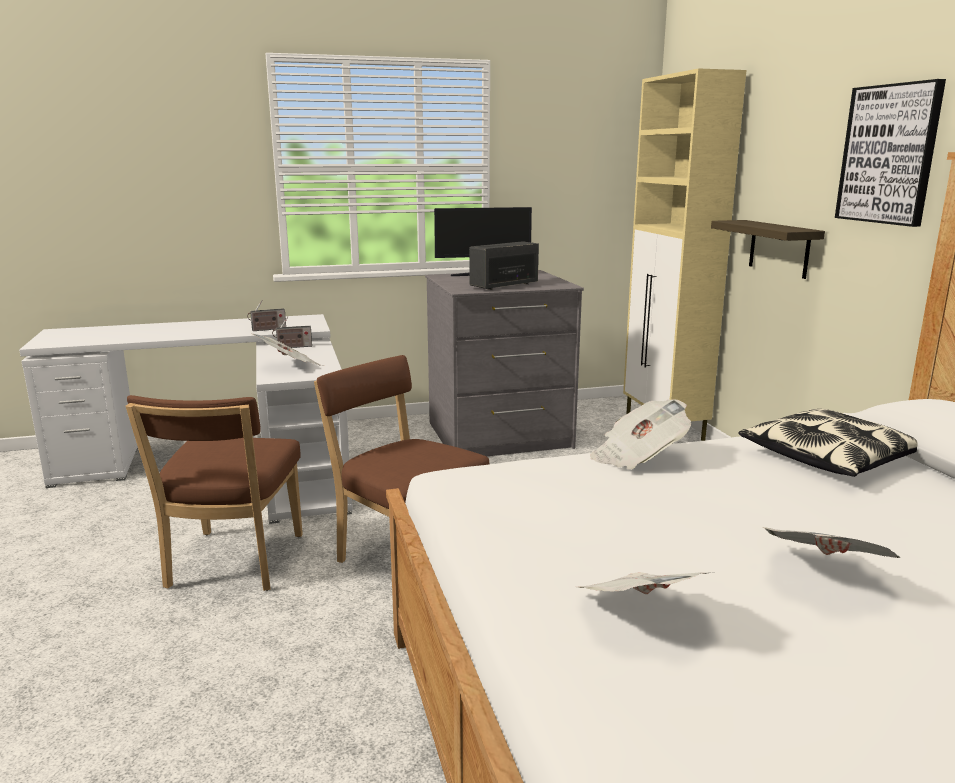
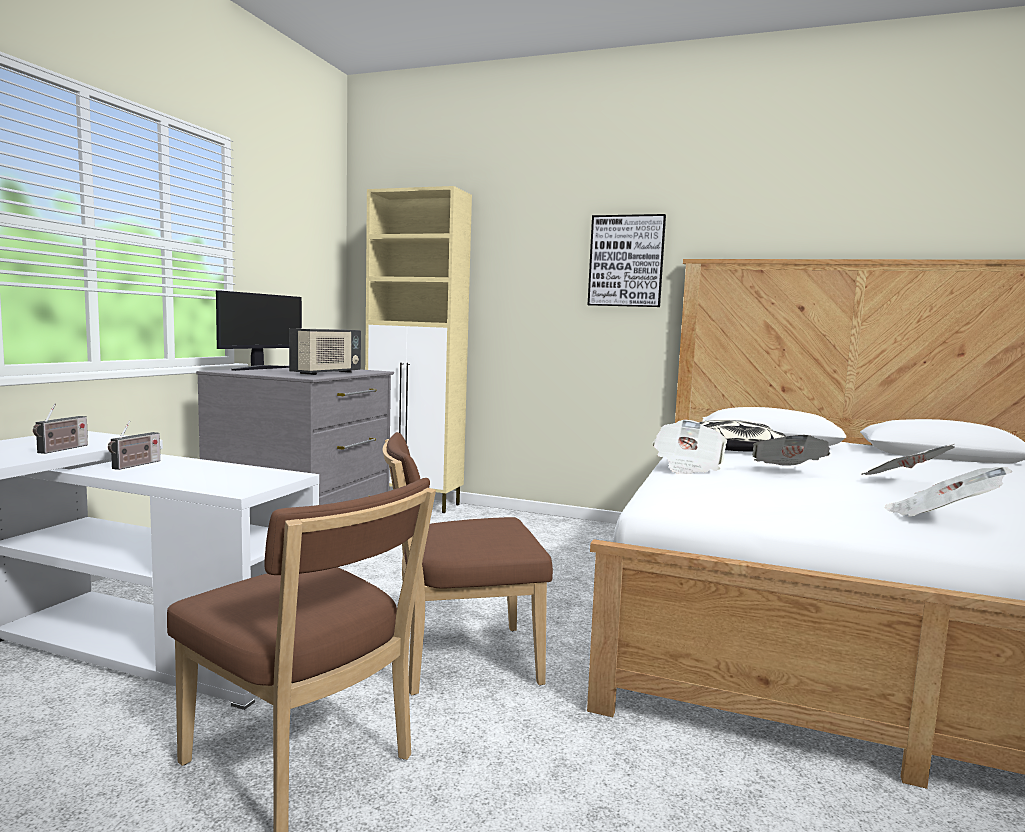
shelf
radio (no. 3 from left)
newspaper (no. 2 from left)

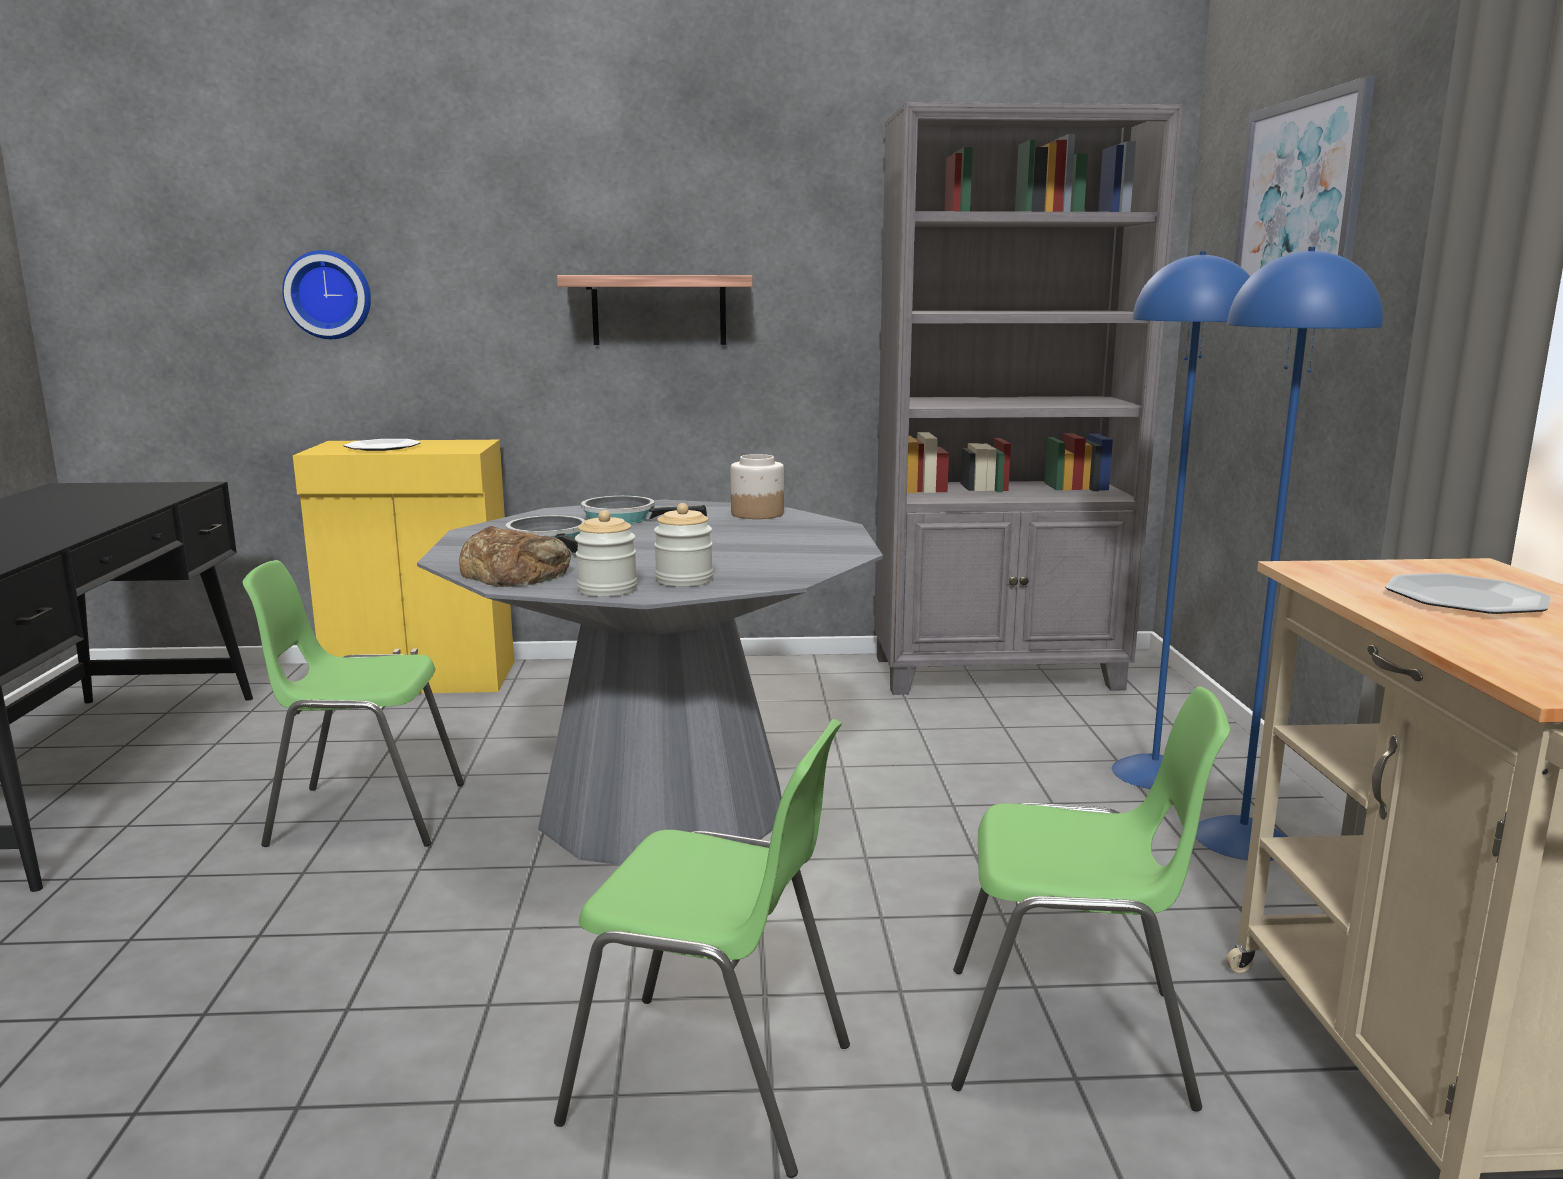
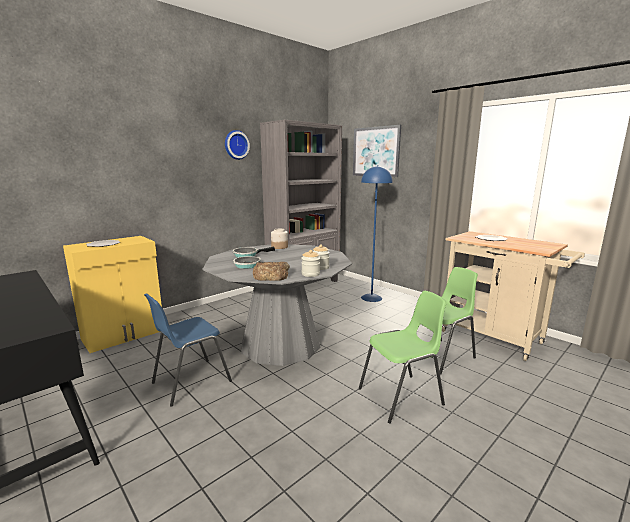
blue floor lamp (no. 2 from left in the first image)
wall clock
shelf
blue chair

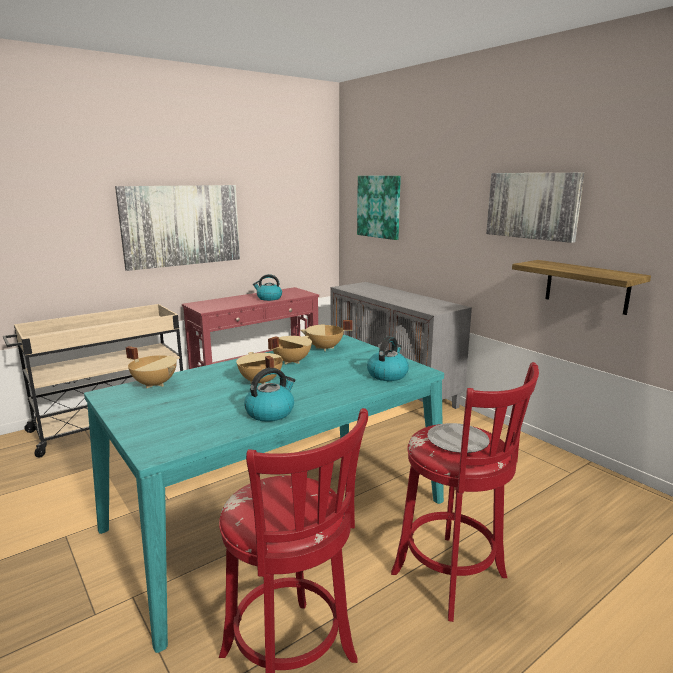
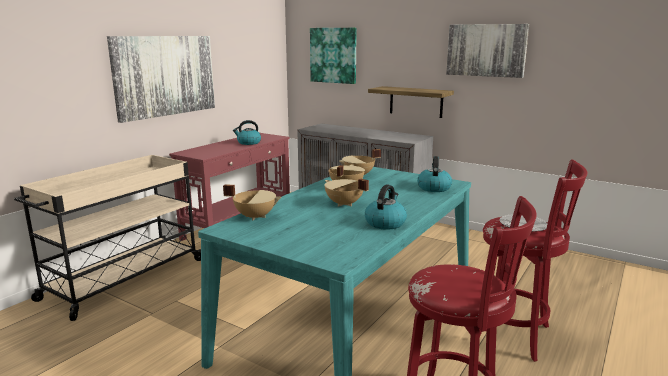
shelf

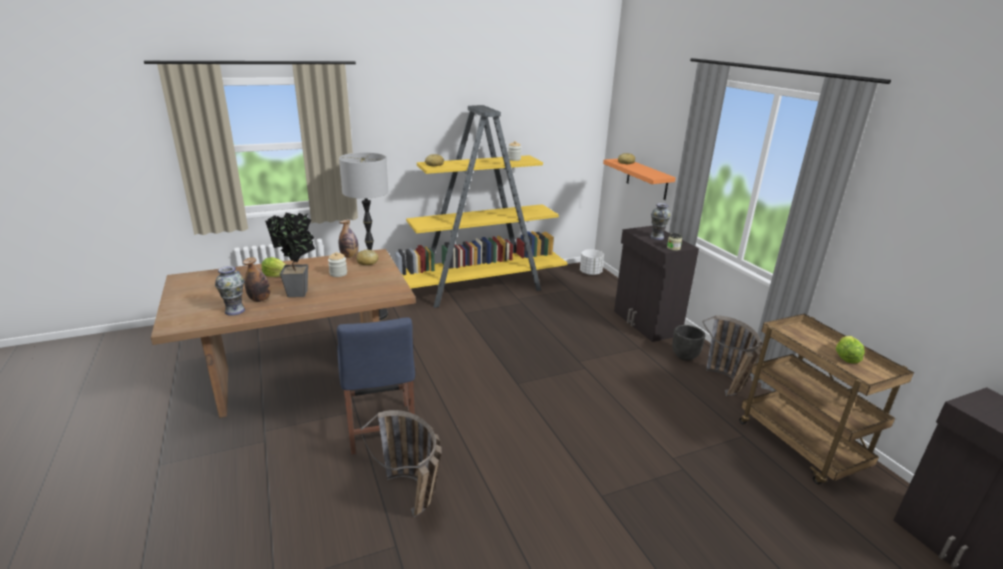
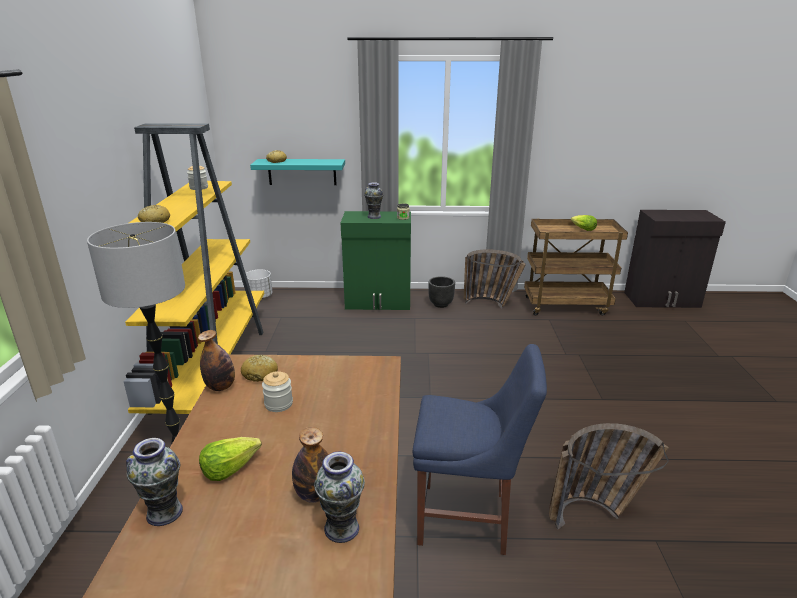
turquoise shelf
potted plant
green cabinet
vase (no. 1 from left)

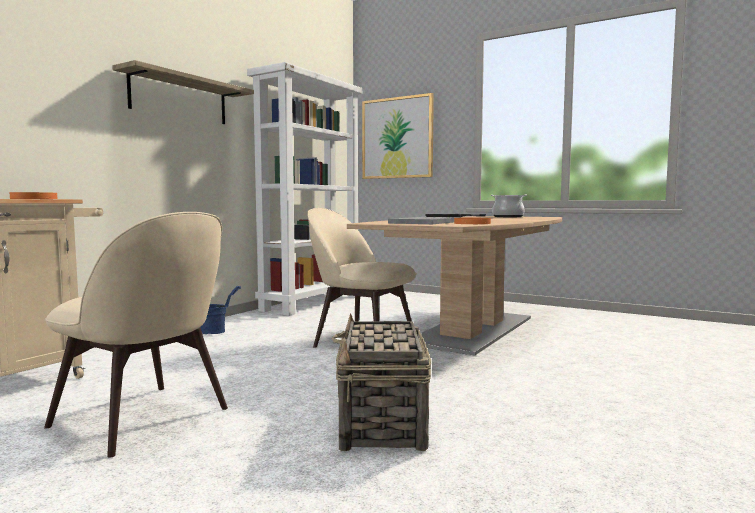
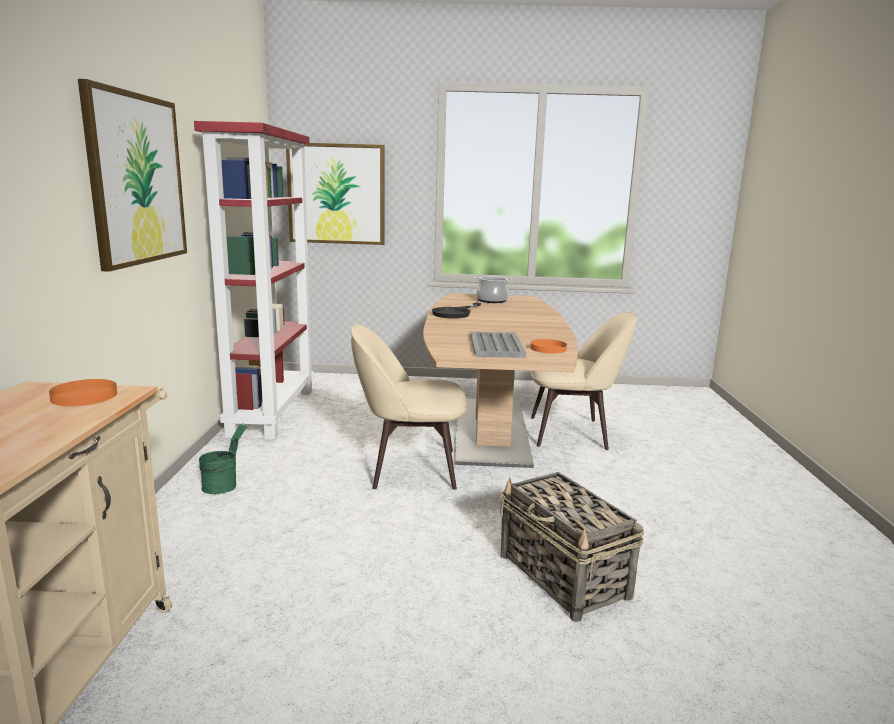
picture (no. 1 from left)
red bookcase
beige chair (no. 2 from left)
green bucket

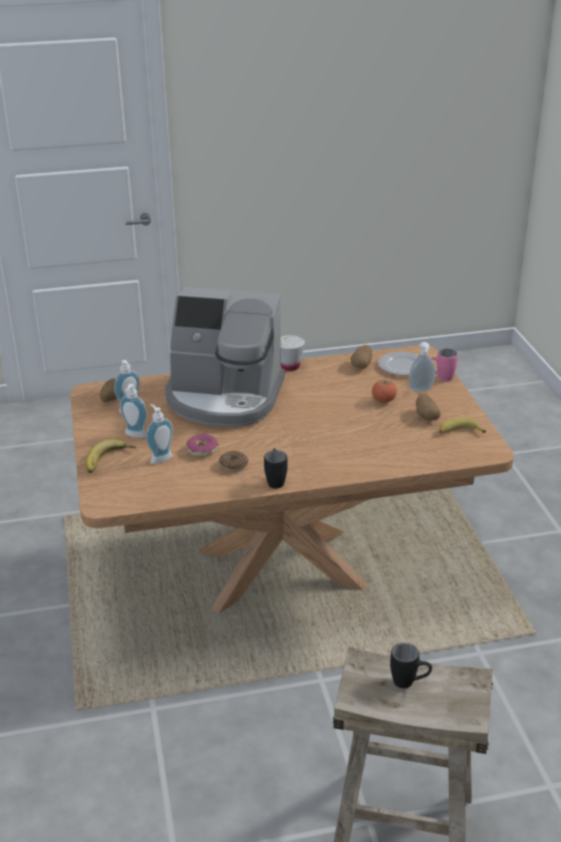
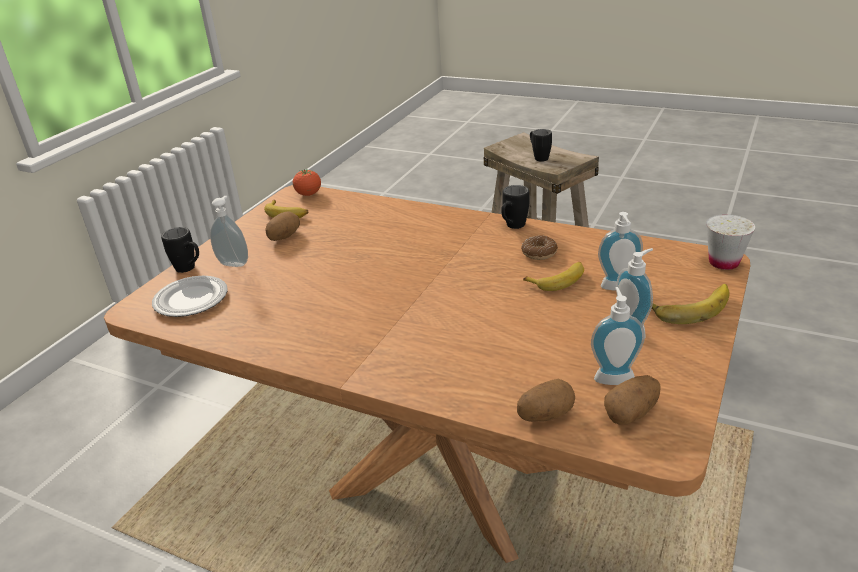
coffee machine
white cup
potato (no. 2 from left)
black mug (no. 1 from left)
tomato
banana (no. 2 from left)

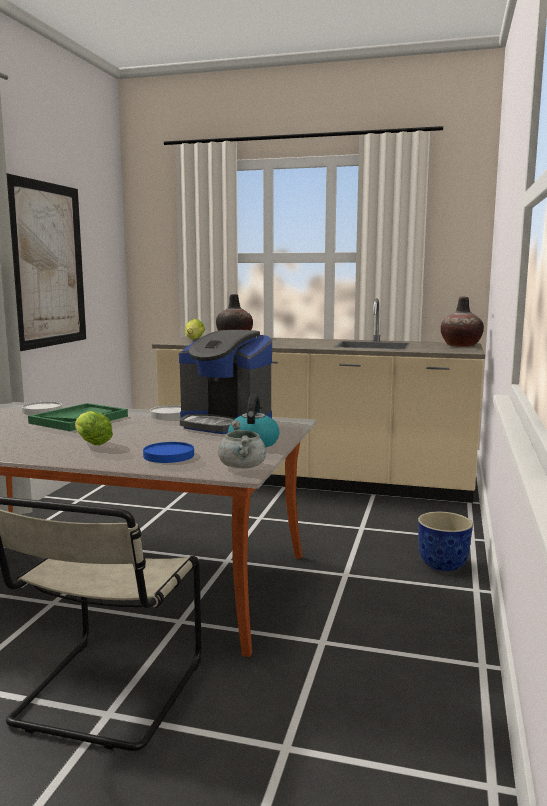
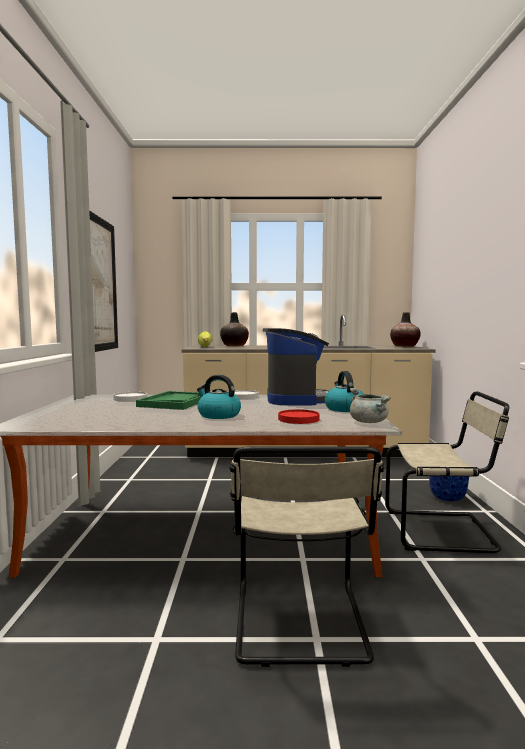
coffee machine
kettle (no. 1 from left)
red plate
beige chair (no. 2 from left)

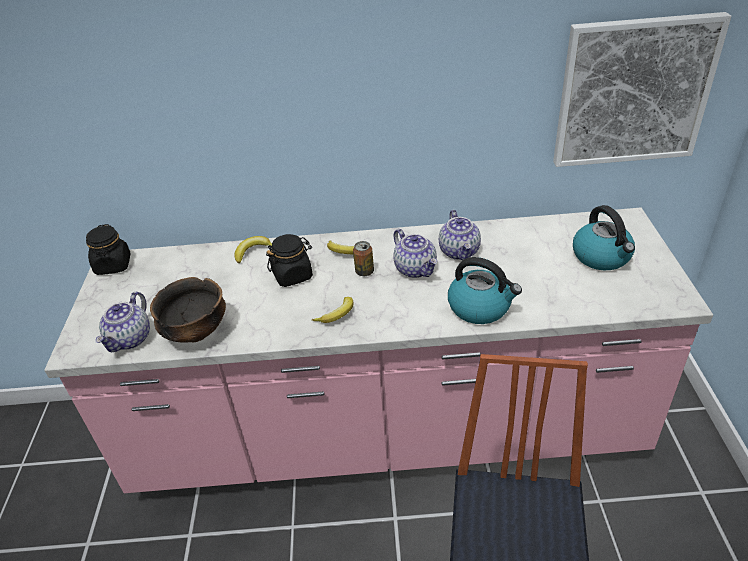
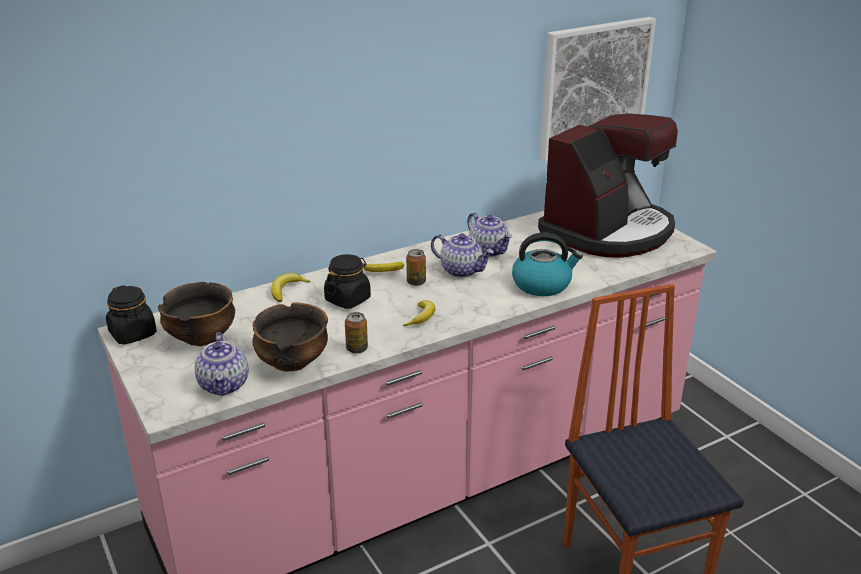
coffee machine
bowl (no. 1 from left)
can (no. 1 from left)

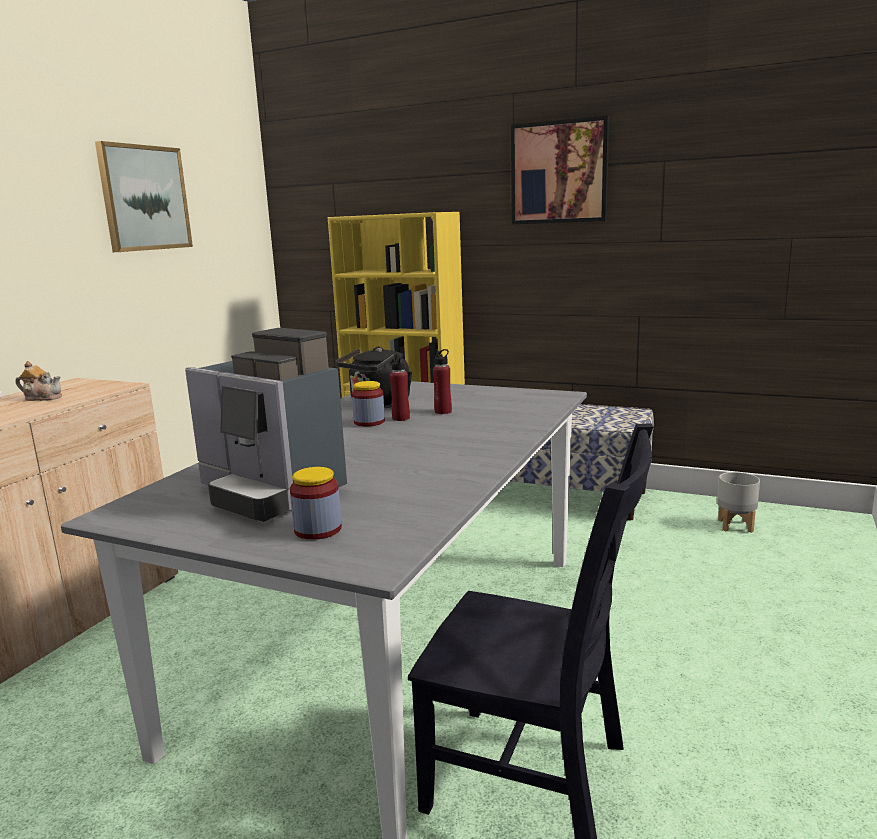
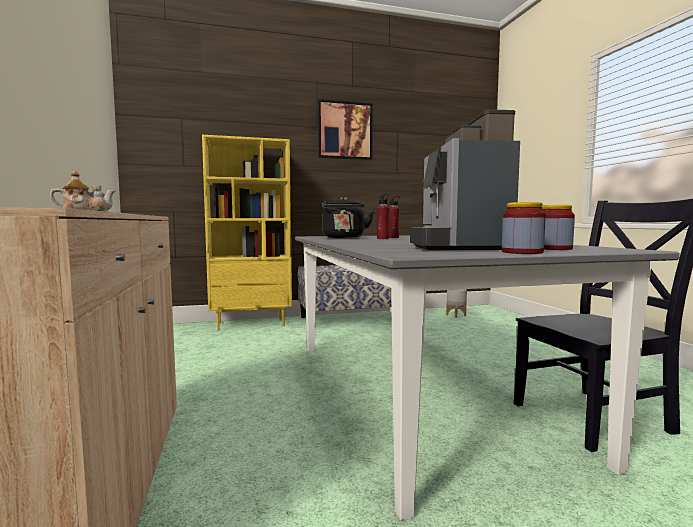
picture (no. 1 from left in the first image)
coffee machine
jar (no. 1 from left)

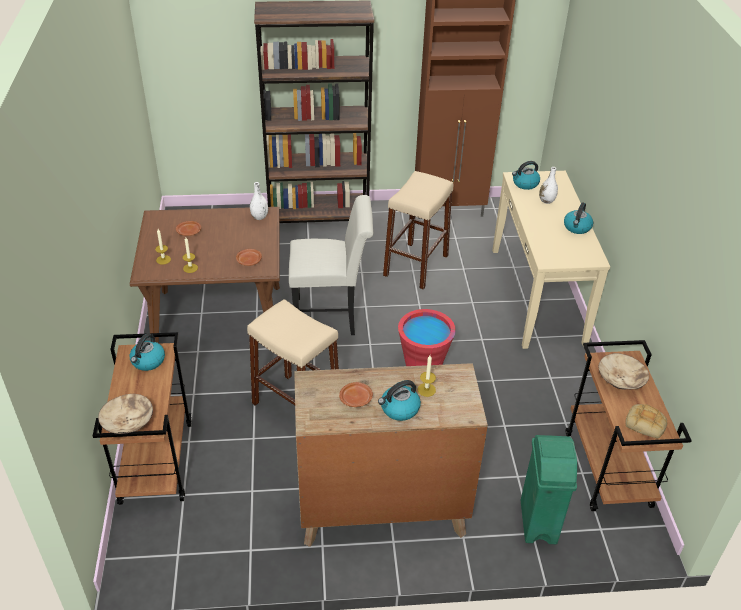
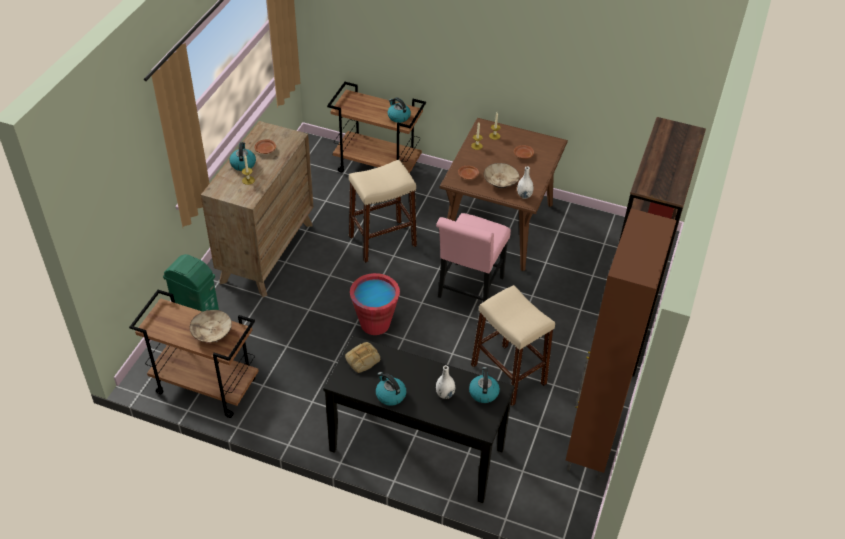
black console table
pink chair
beige bowl (no. 2 from left)
bread

